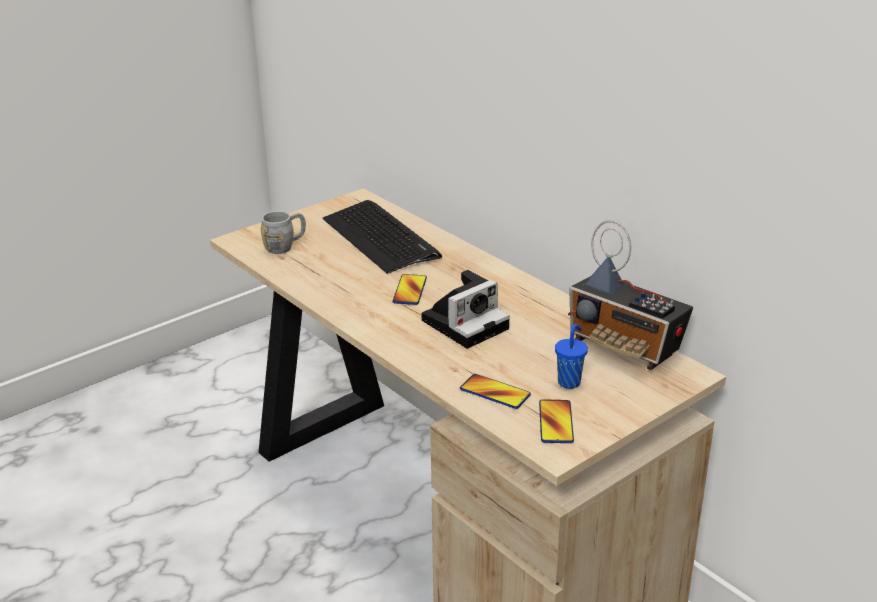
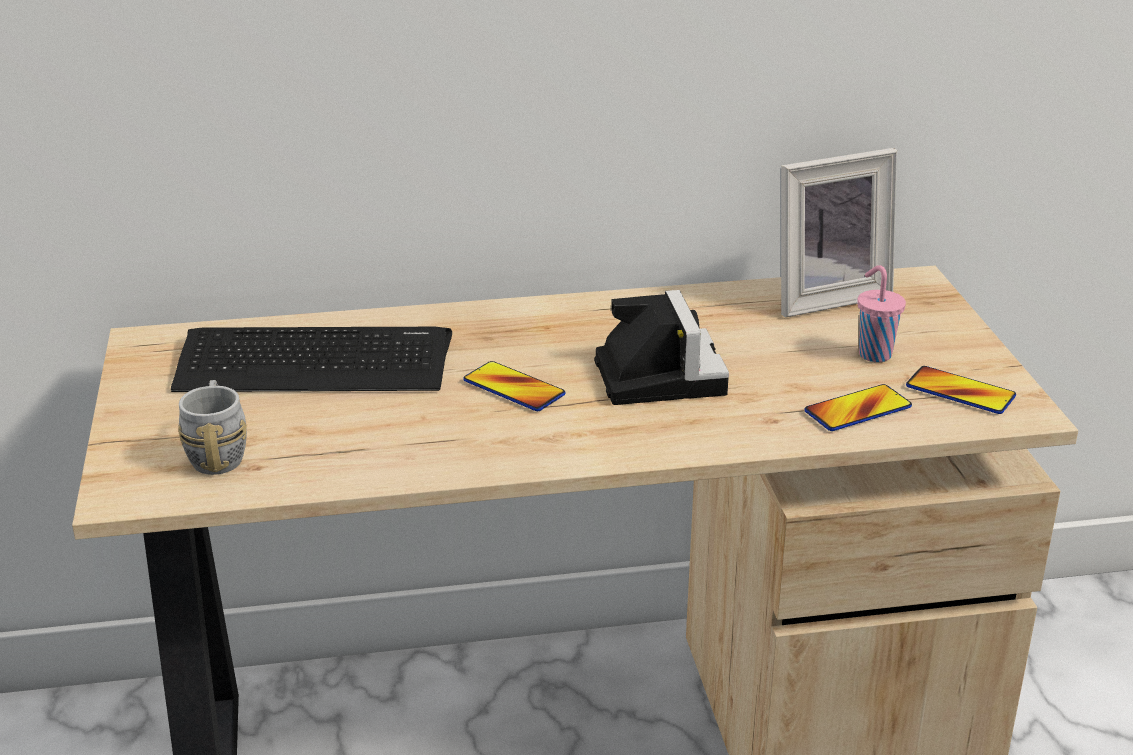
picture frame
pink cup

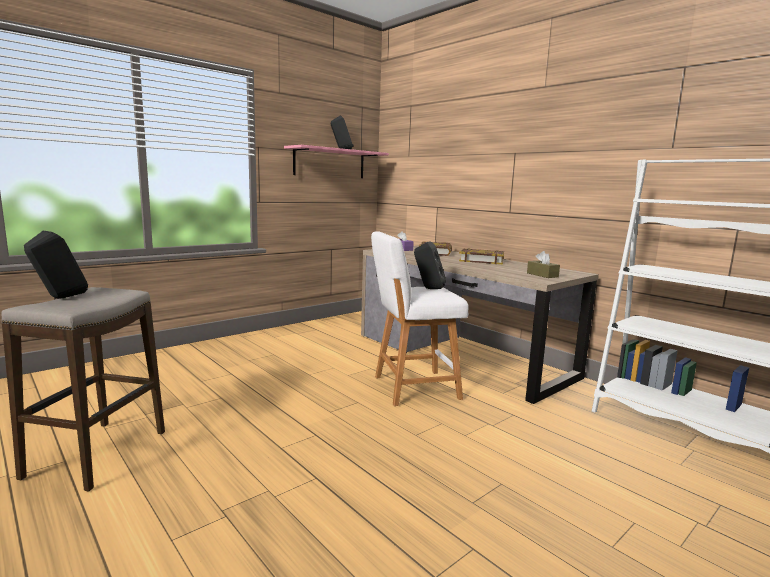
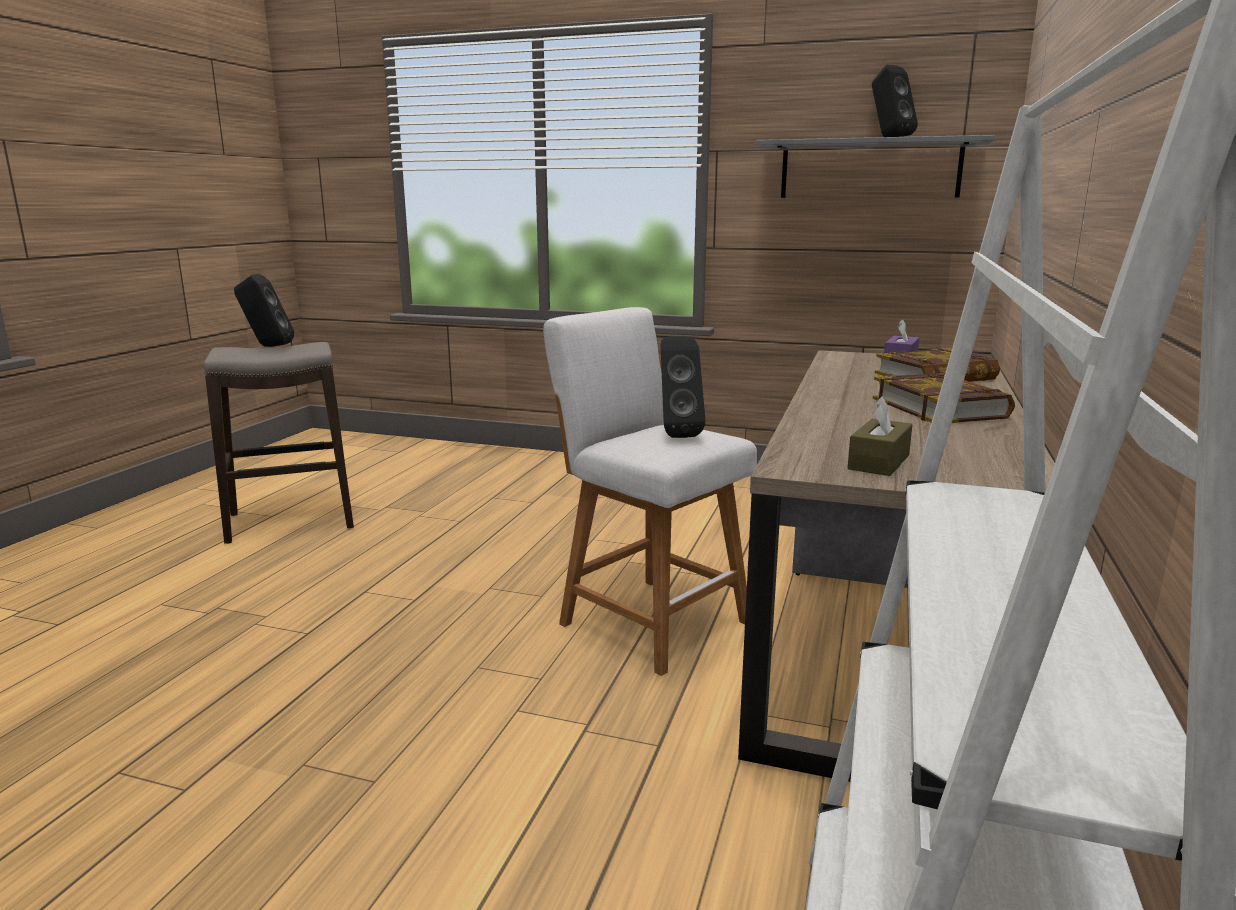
grey shelf

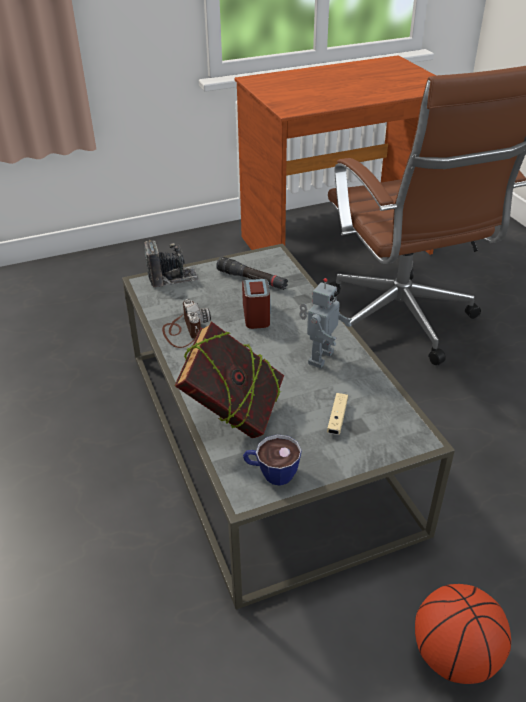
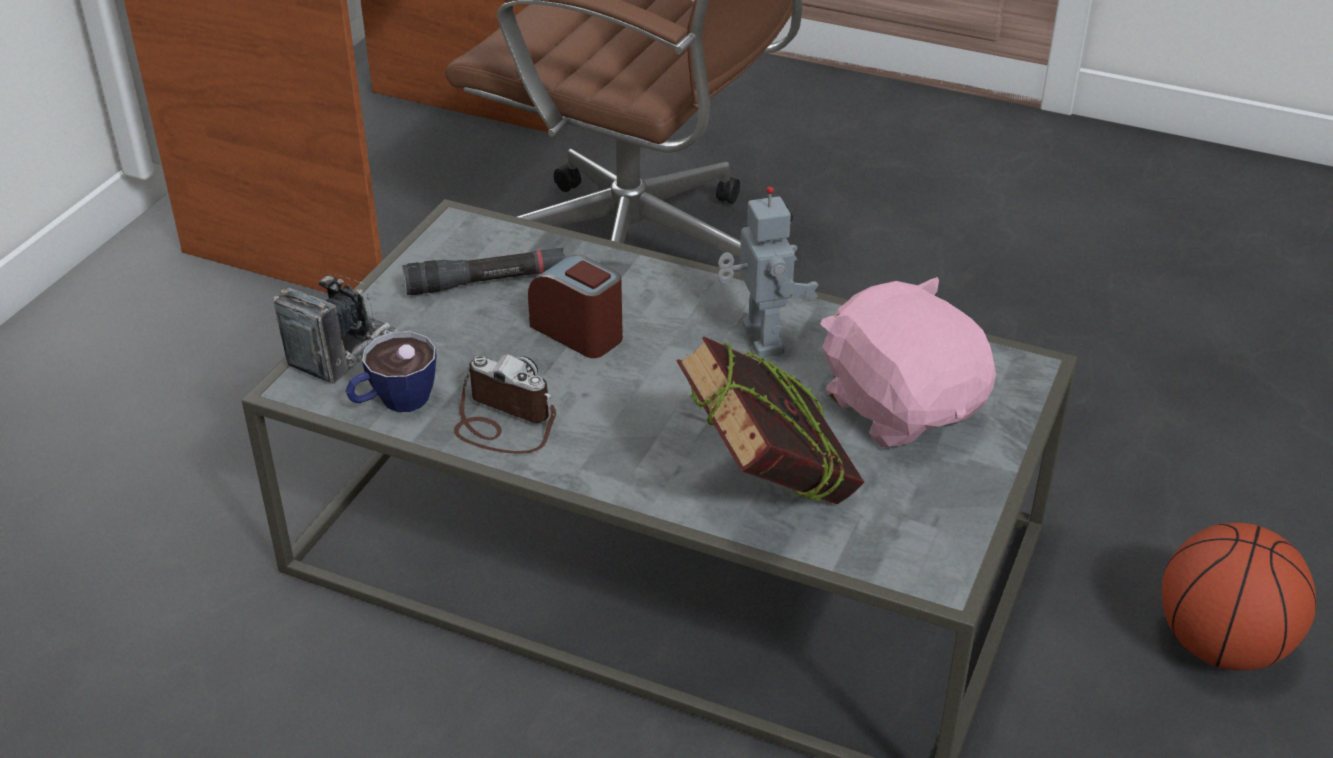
pink plush toy
cup

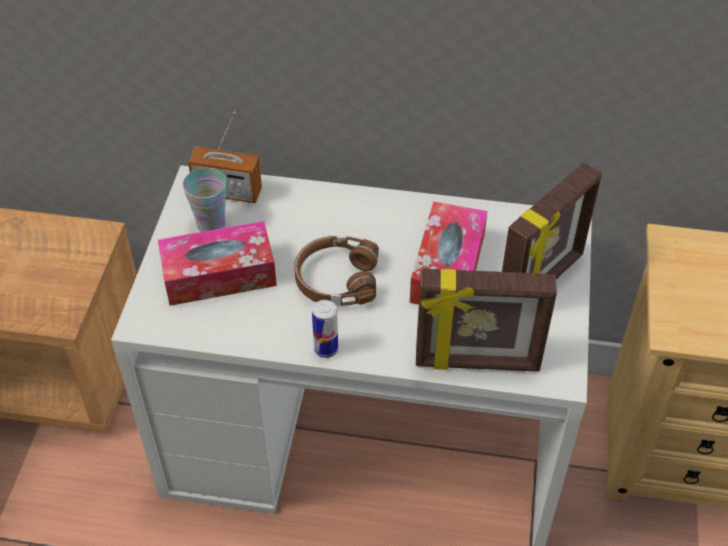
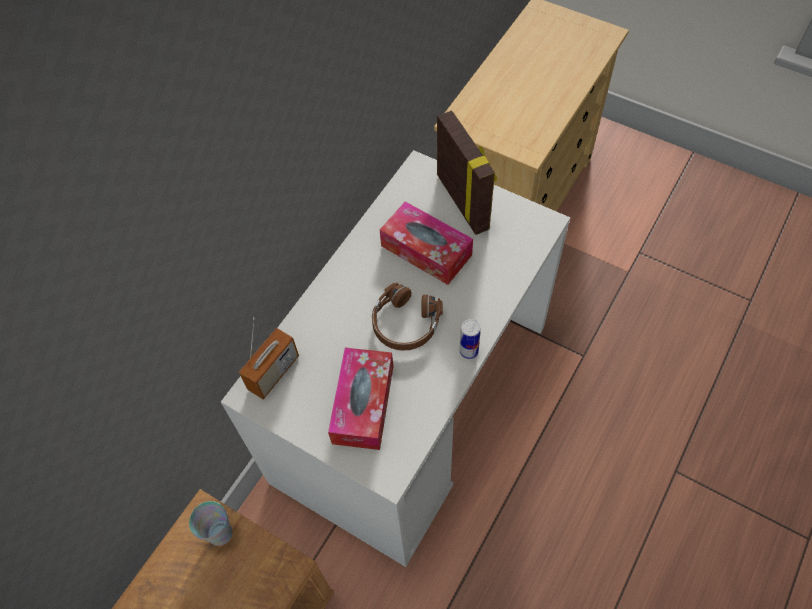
cup
picture frame (no. 1 from left in the first image)

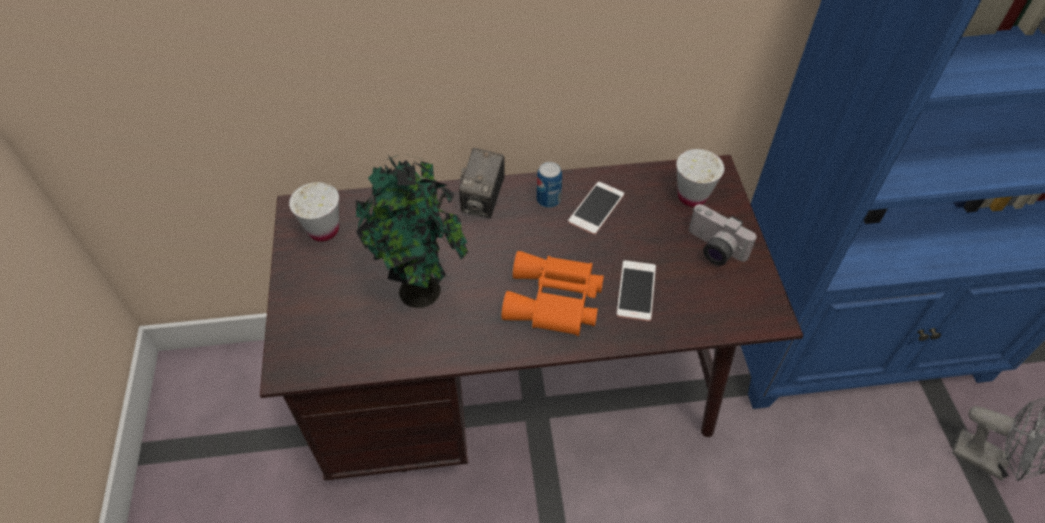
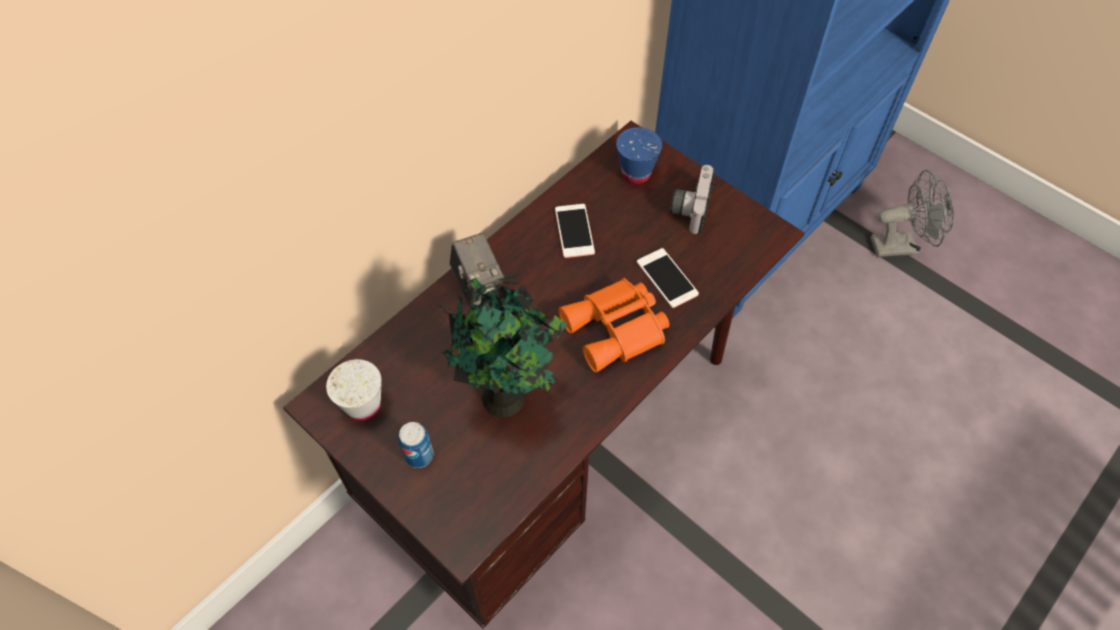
blue cup
can
photo camera (no. 2 from left)

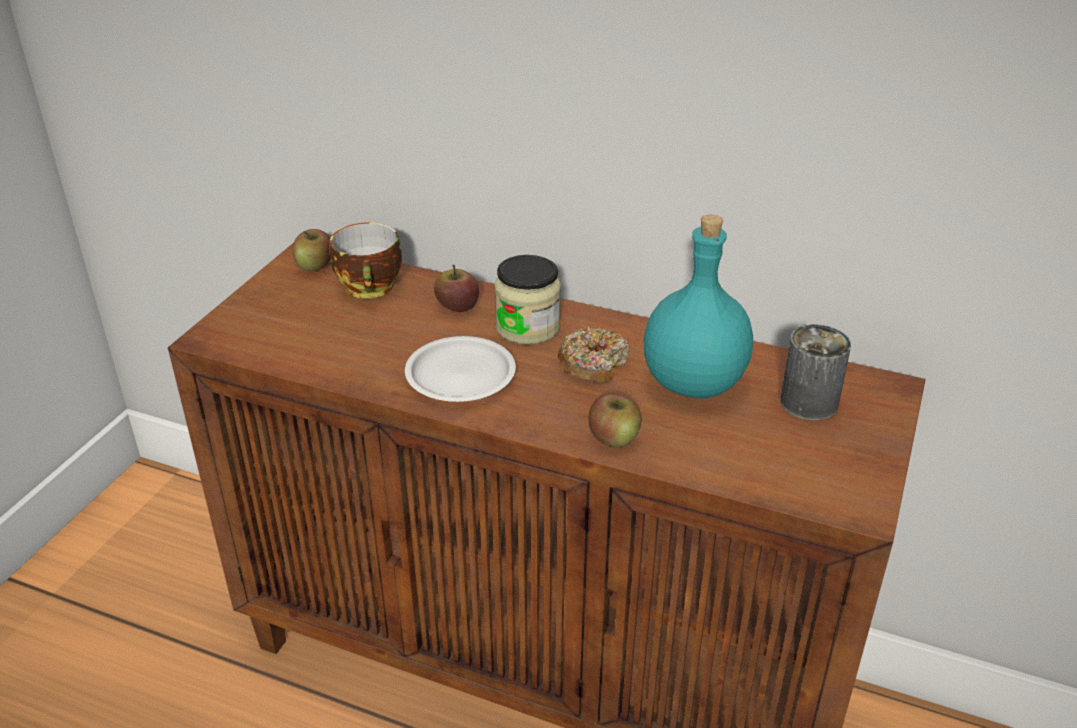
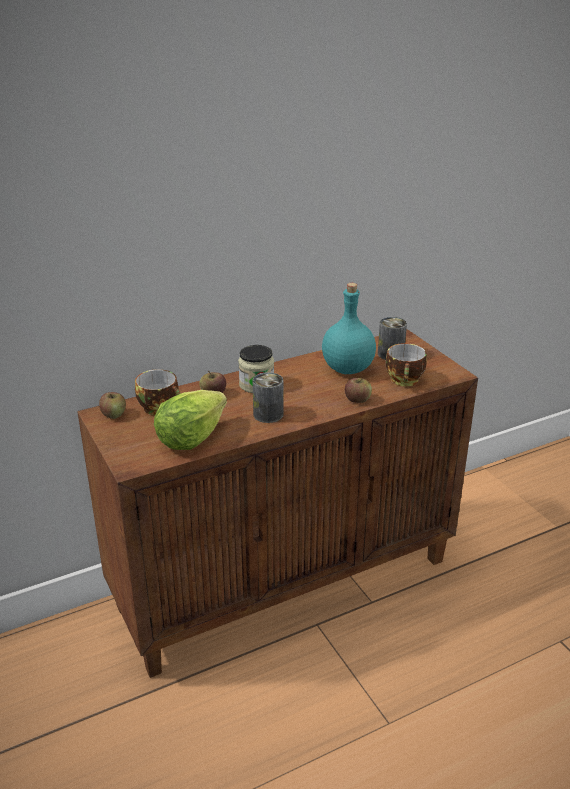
donut
can (no. 1 from left)
cup (no. 2 from left)
lettuce

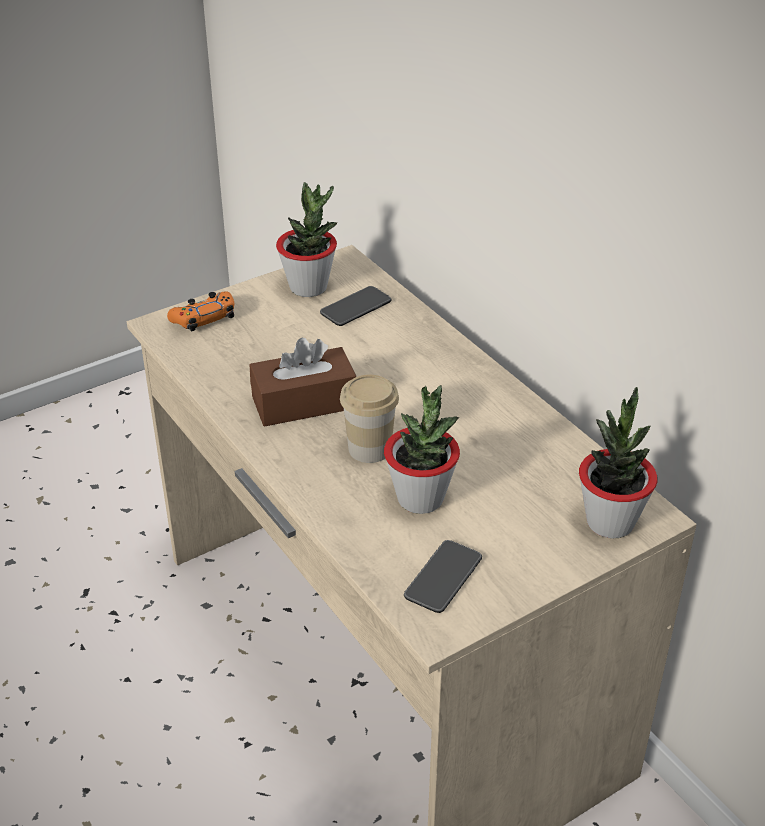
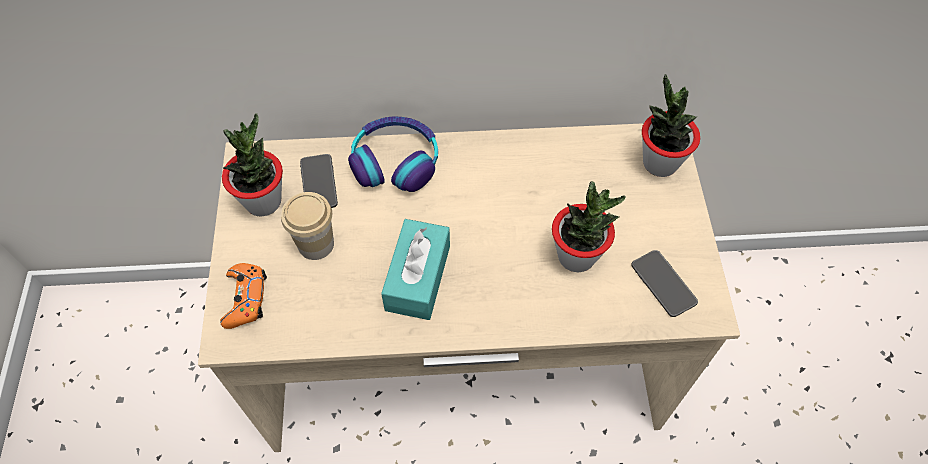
turquoise tissue box
cup
headphones

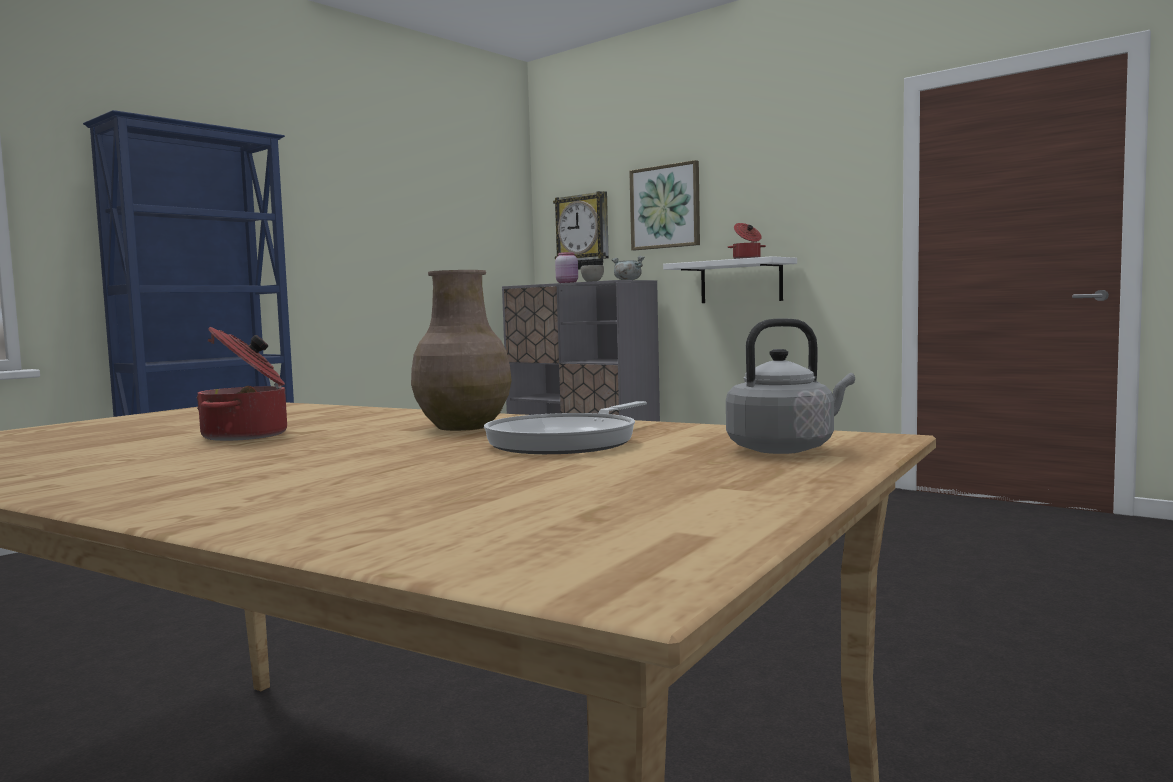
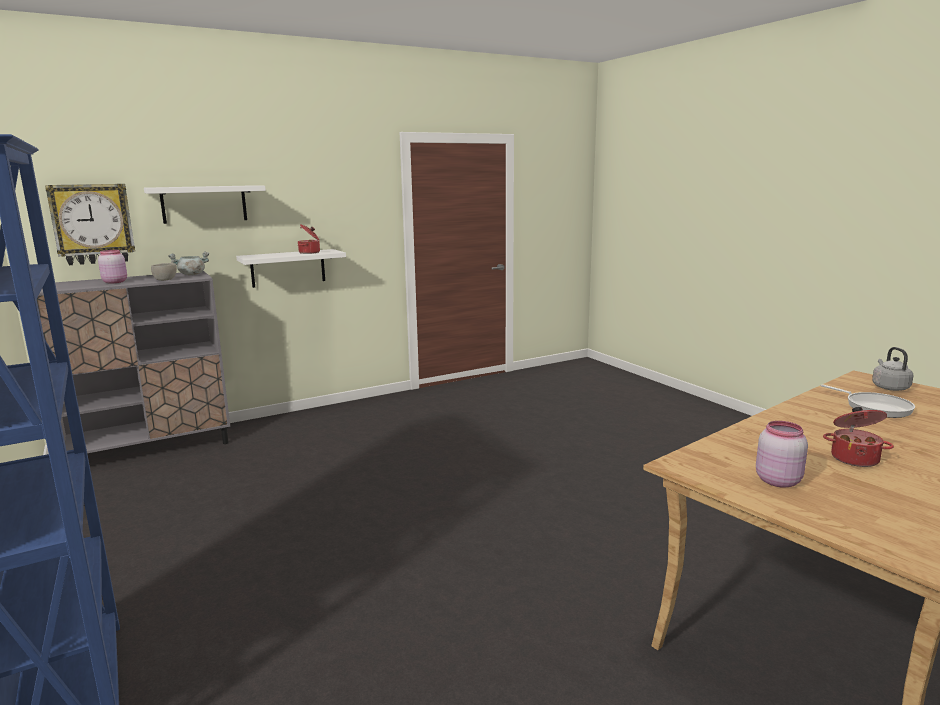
white shelf (no. 1 from left)
brown vase
pink jar (no. 2 from left)

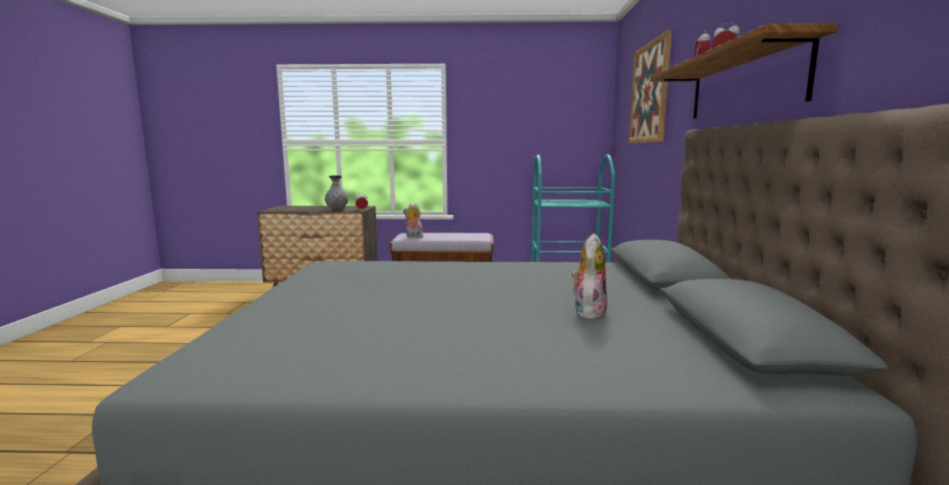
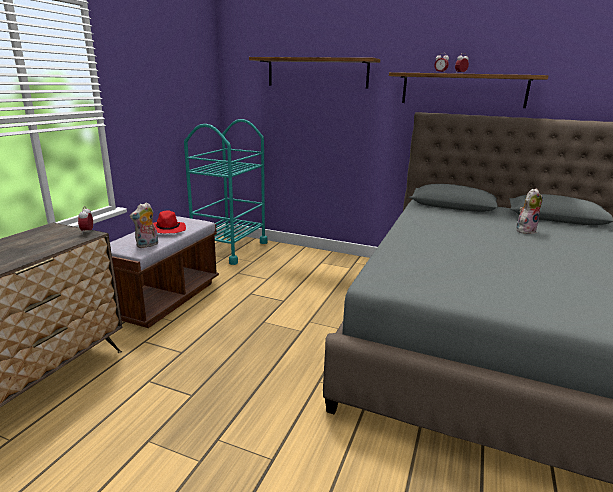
shelf (no. 1 from left)
grey vase
plush toy (no. 2 from left)
red hat

